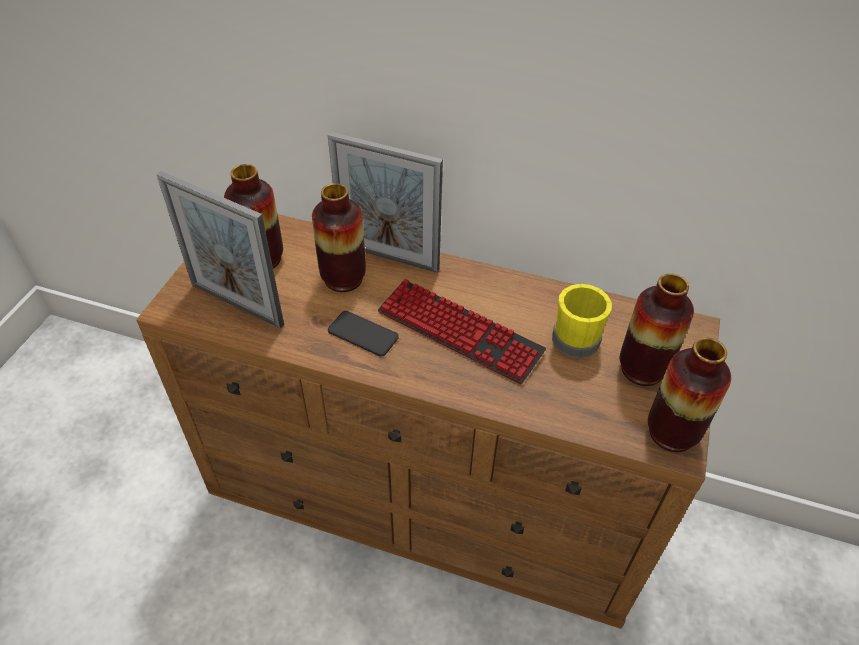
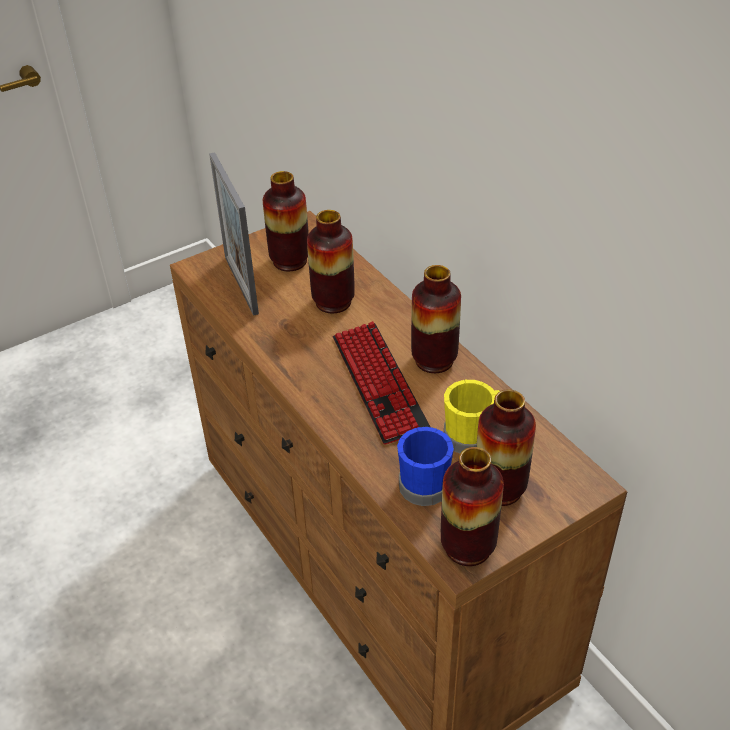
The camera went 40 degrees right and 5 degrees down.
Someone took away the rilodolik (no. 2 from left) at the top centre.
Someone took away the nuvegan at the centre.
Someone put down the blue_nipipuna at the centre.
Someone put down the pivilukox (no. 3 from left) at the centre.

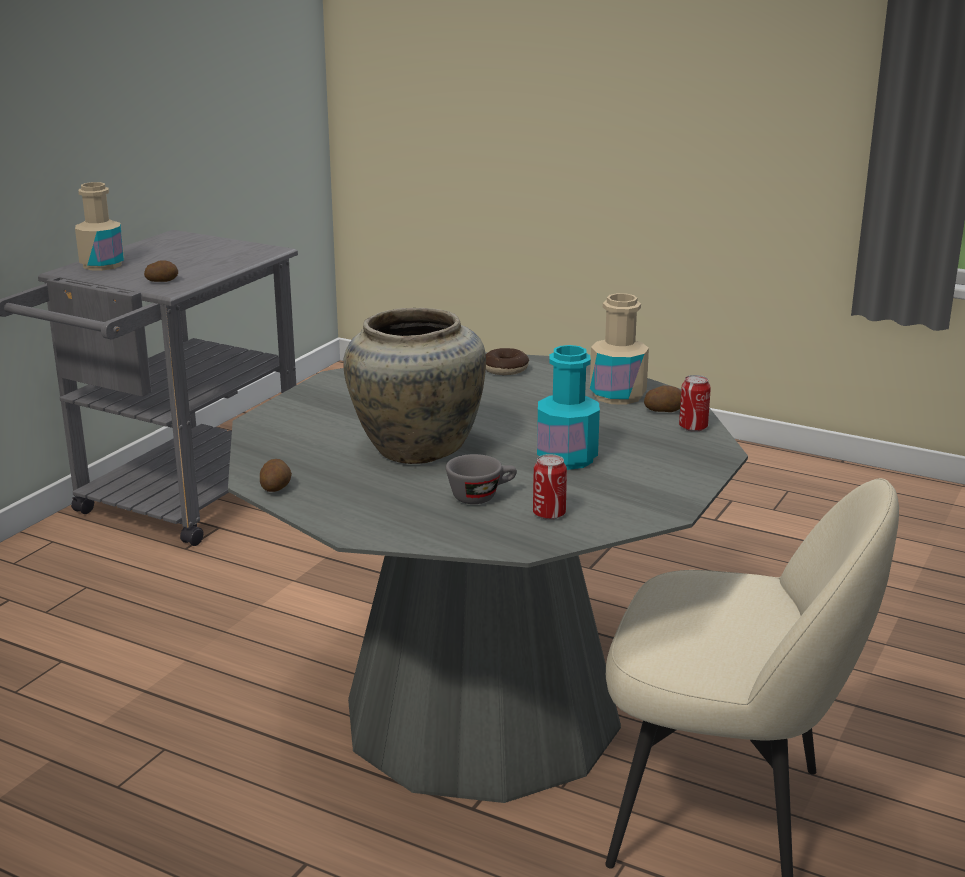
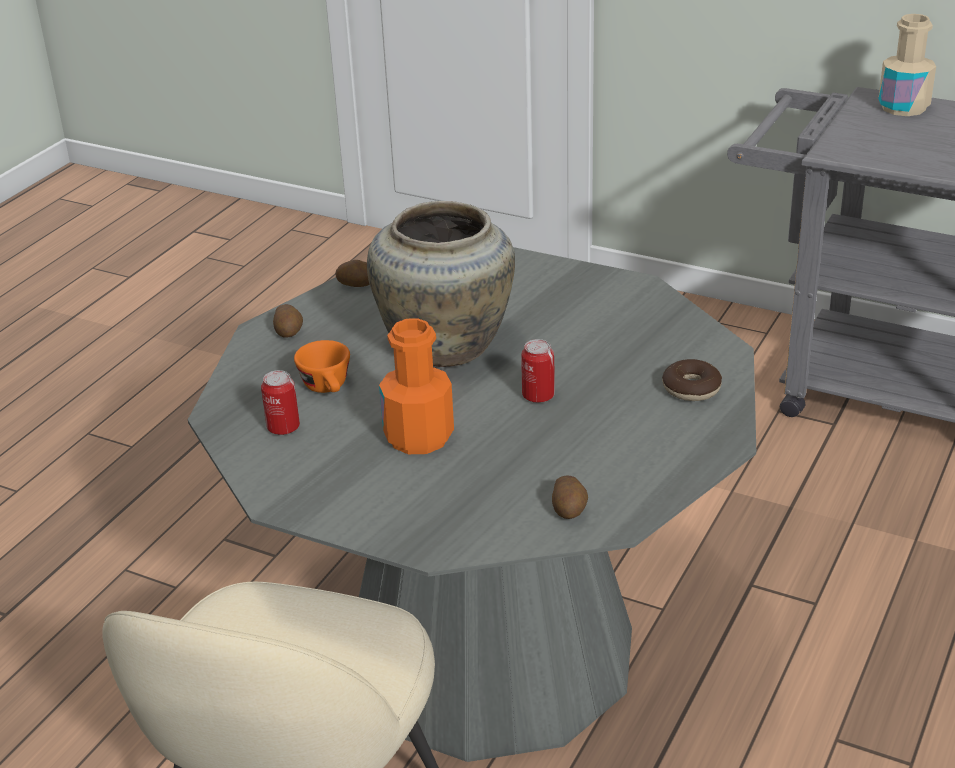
The camera went 90 degrees right and 10 degrees up.
Someone carried the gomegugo (no. 1 from left) from the top left to the middle left.
Someone repainted the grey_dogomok at the centre, which became the orange_dogomok at the centre.
Someone repainted the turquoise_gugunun at the centre, which became the orange_gugunun at the centre.
Someone took away the beige_gugunun (no. 2 from left) at the centre.
Someone carried the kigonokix (no. 2 from left) from the middle right to the centre.

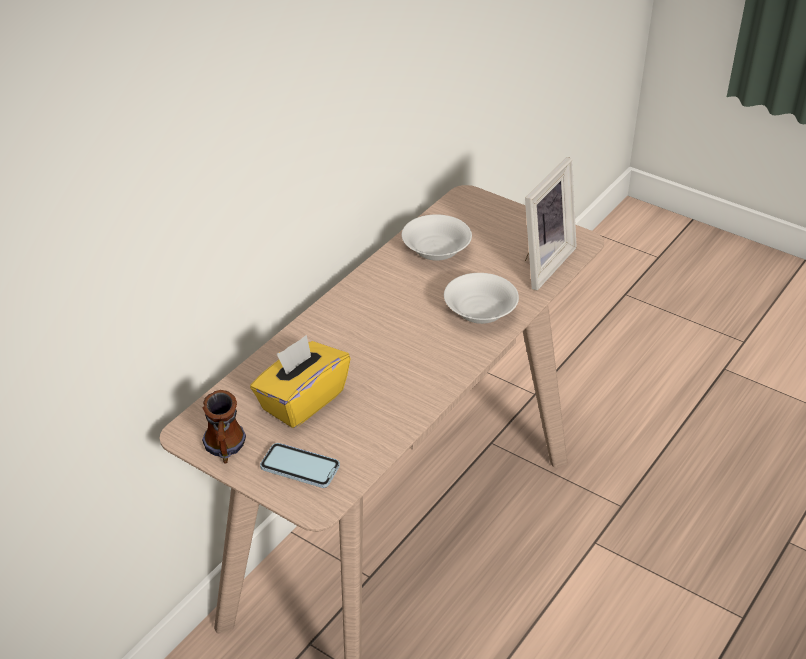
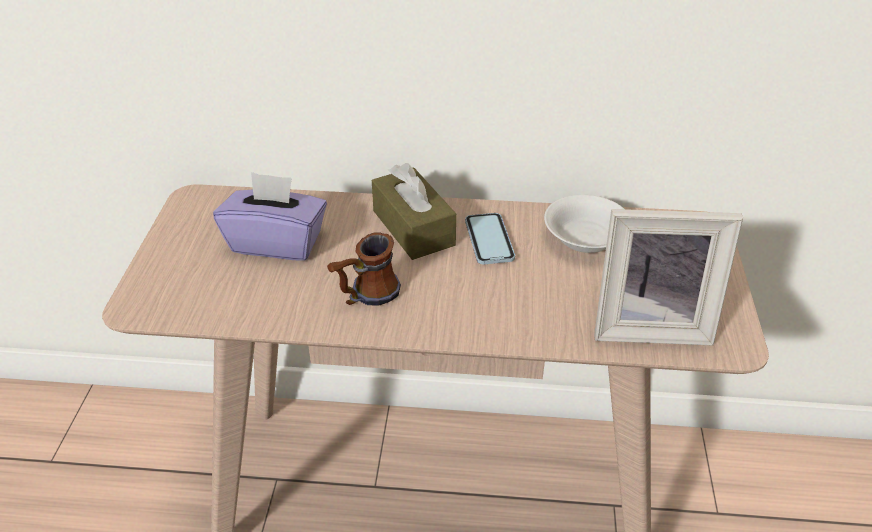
The camera went 60 degrees right and 0 degrees up.
Someone carried the nipipuna from the middle left to the centre.
Someone repainted the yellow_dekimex at the centre, which became the purple_dekimex at the middle left.
Someone carried the nuvegan from the bottom centre to the centre.
Someone took away the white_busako (no. 2 from left) at the centre.
Someone put down the brown_dekimex at the centre.

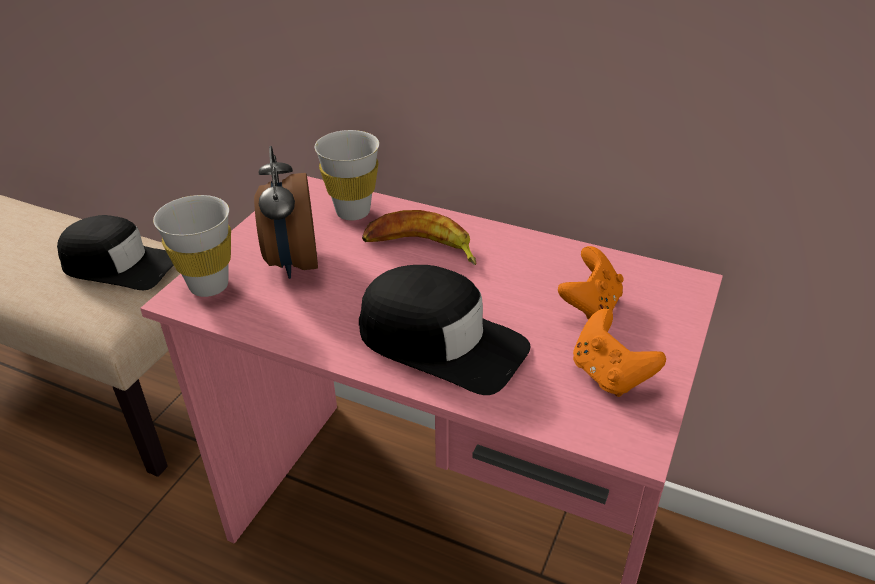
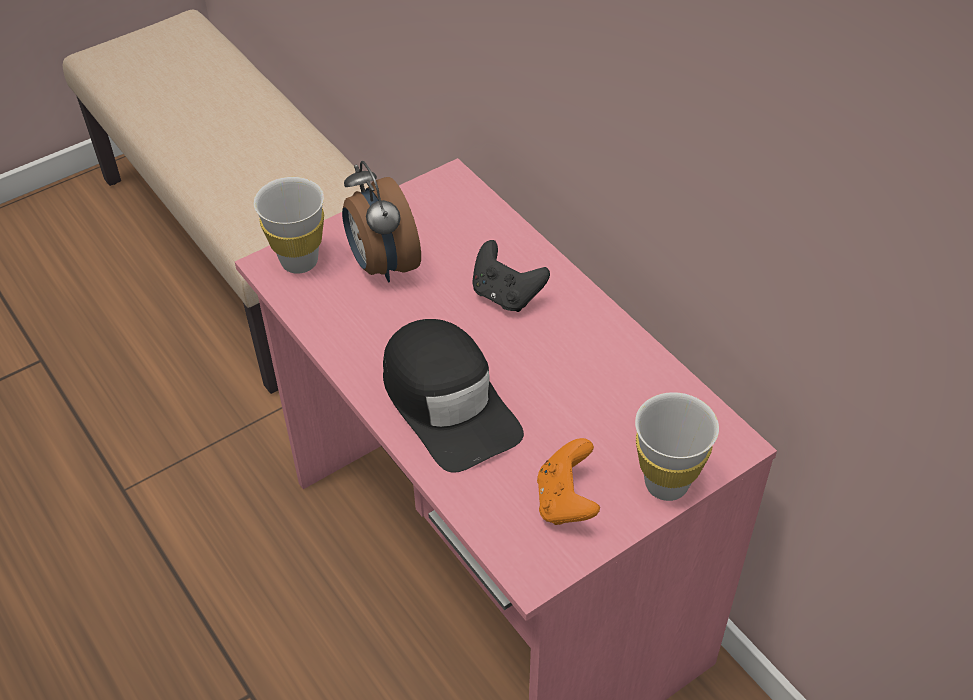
The camera went 30 degrees right and 10 degrees up.
Someone took away the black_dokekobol (no. 1 from left) at the middle left.
Someone rotated the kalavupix at the middle left by 45 degrees counterclockwise.
Someone carried the white_dogomok (no. 2 from left) from the top centre to the middle right.
Someone swapped the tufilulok at the centre for the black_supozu at the centre.
Someone took away the orange_supozu (no. 1 from left) at the middle right.

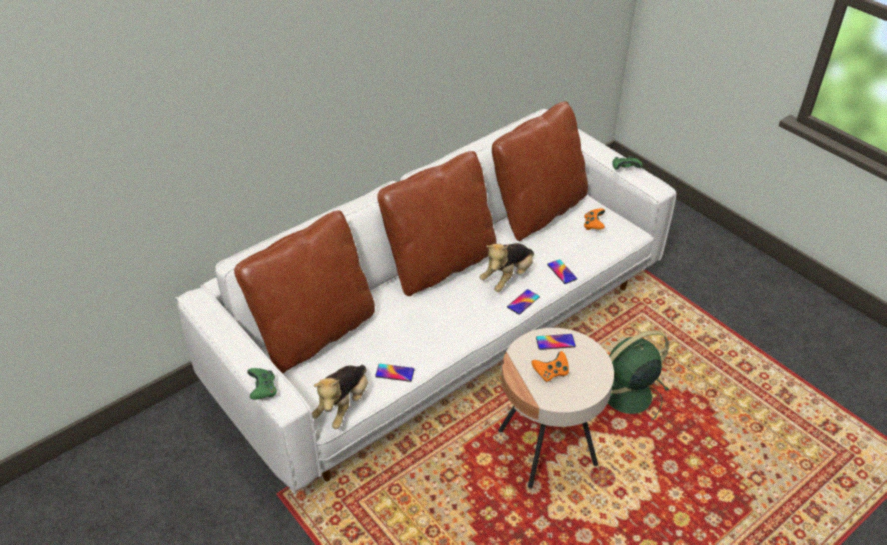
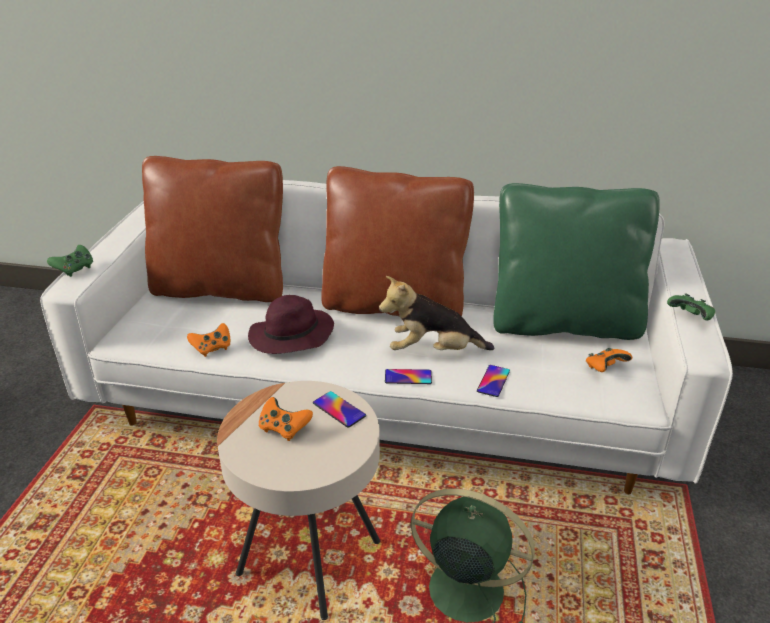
The camera went 50 degrees right and 10 degrees down.
Someone took away the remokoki (no. 1 from left) at the bottom centre.
Someone swapped the nuvegan (no. 1 from left) at the bottom centre for the orange_supozu (no. 1 from left) at the middle left.
Someone repainted the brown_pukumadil (no. 3 from left) at the top centre, which became the green_pukumadil at the middle right.
Someone put down the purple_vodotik at the centre.

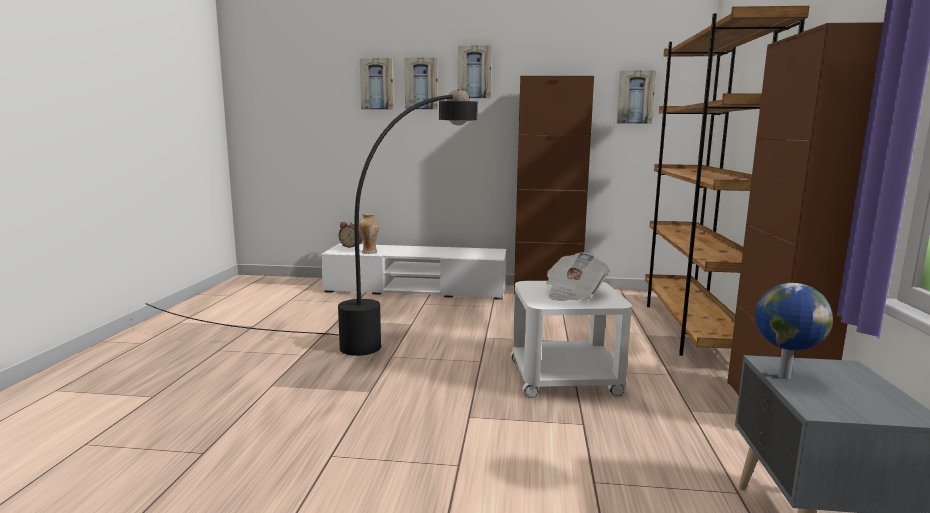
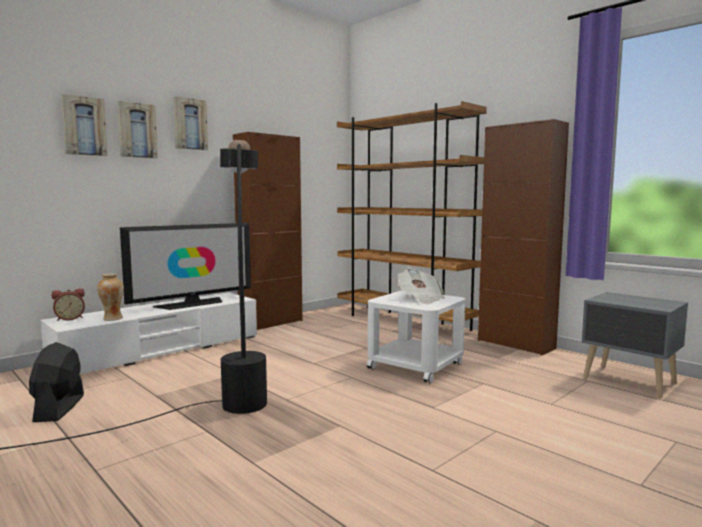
The camera went 50 degrees left and 5 degrees down.
Someone took away the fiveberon (no. 4 from left) at the top right.
Someone took away the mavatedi at the middle right.
Someone put down the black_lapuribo at the bottom left.
Someone put down the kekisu at the middle left.

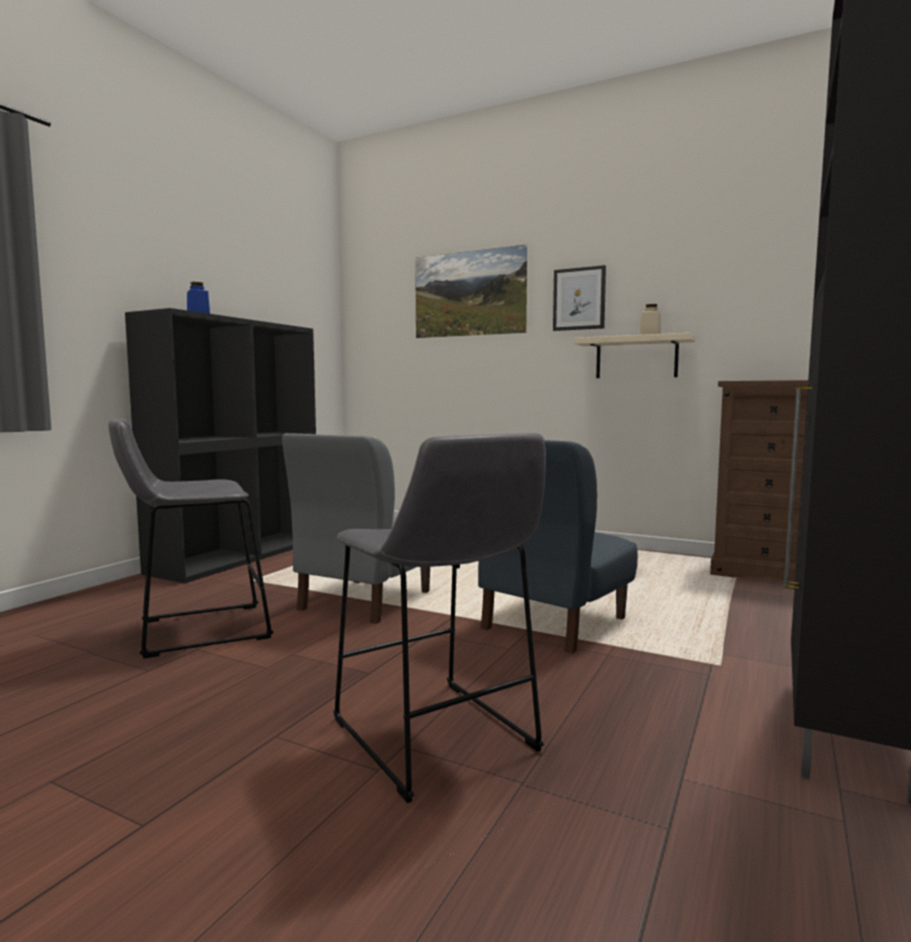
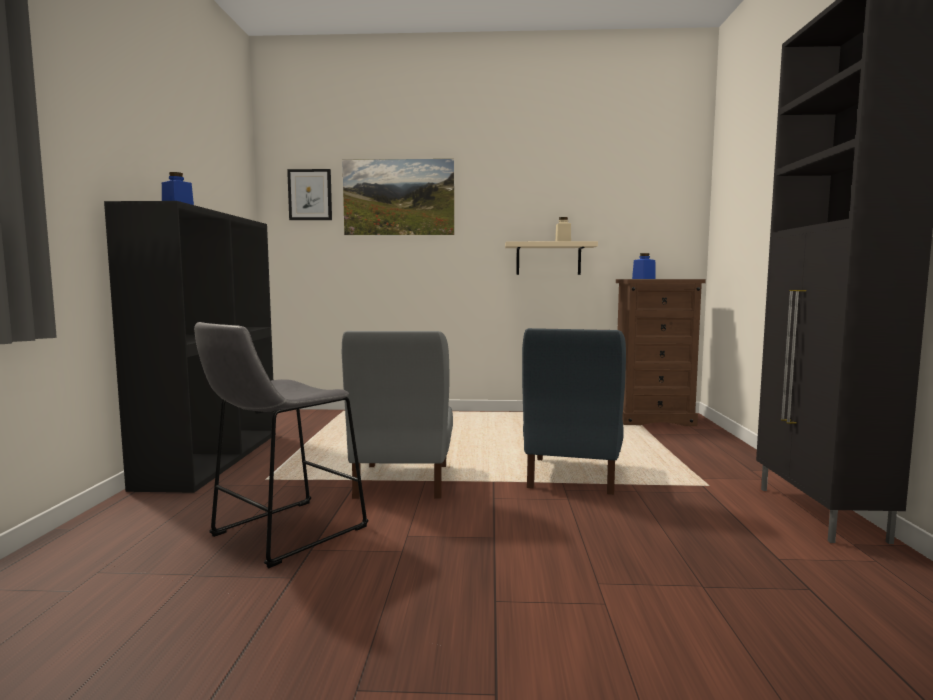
The camera went 25 degrees left and 0 degrees up.
Someone took away the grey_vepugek (no. 2 from left) at the centre.
Someone carried the fiveberon (no. 2 from left in the first image) from the top centre to the top left.
Someone put down the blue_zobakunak (no. 2 from left) at the middle right.

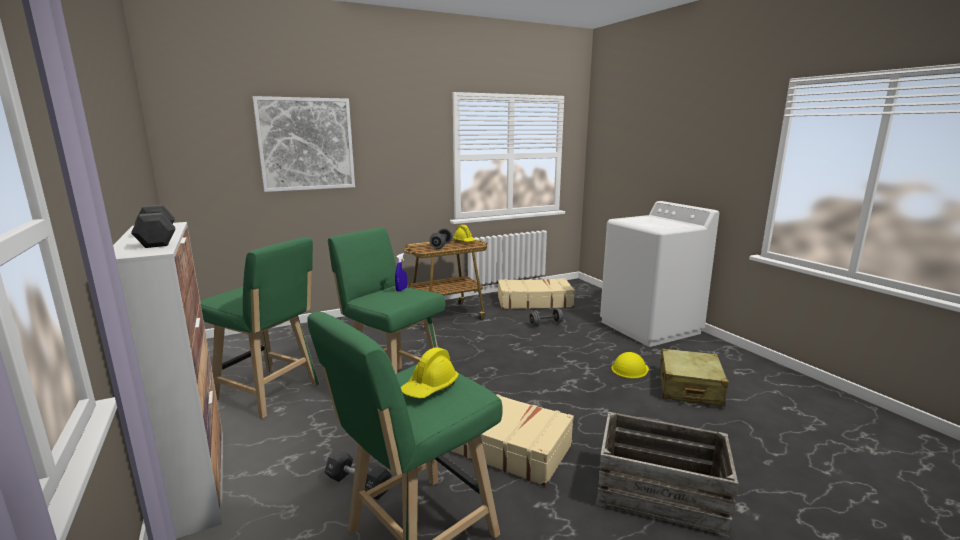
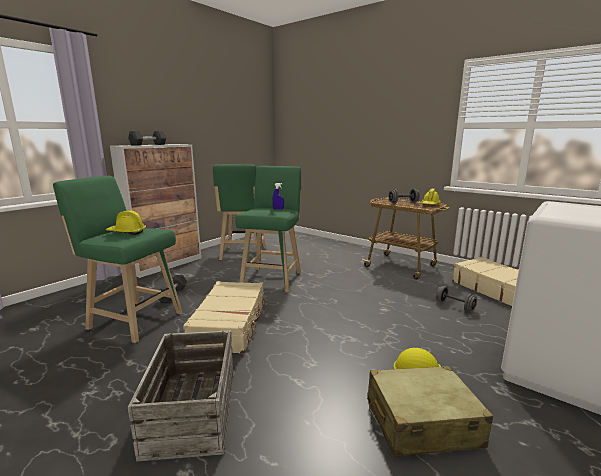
The camera went 65 degrees right and 0 degrees up.
Someone took away the fiveberon at the top left.

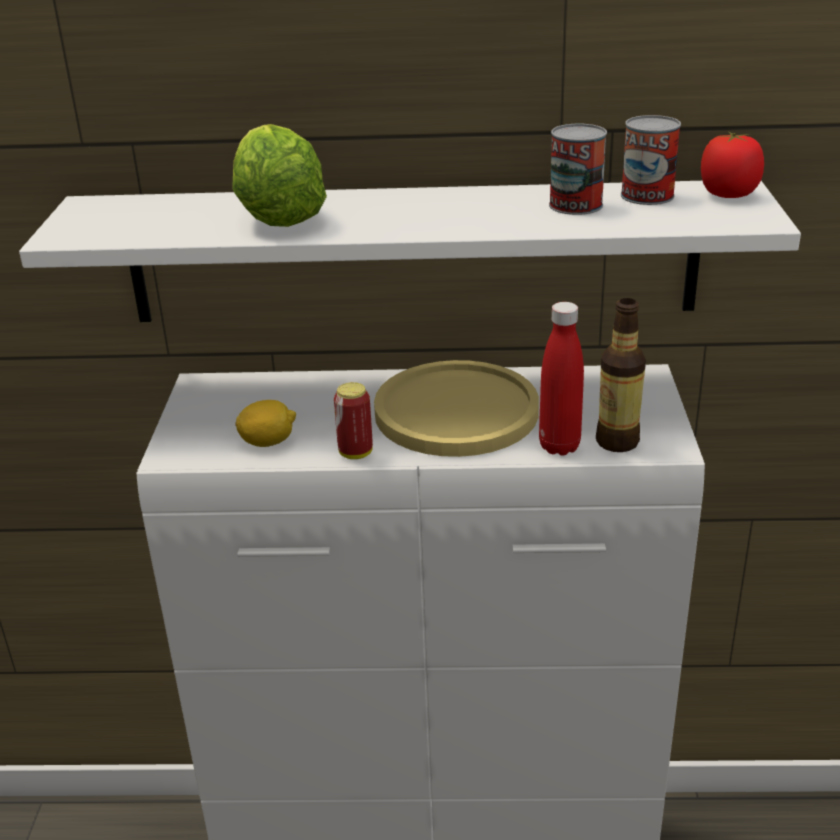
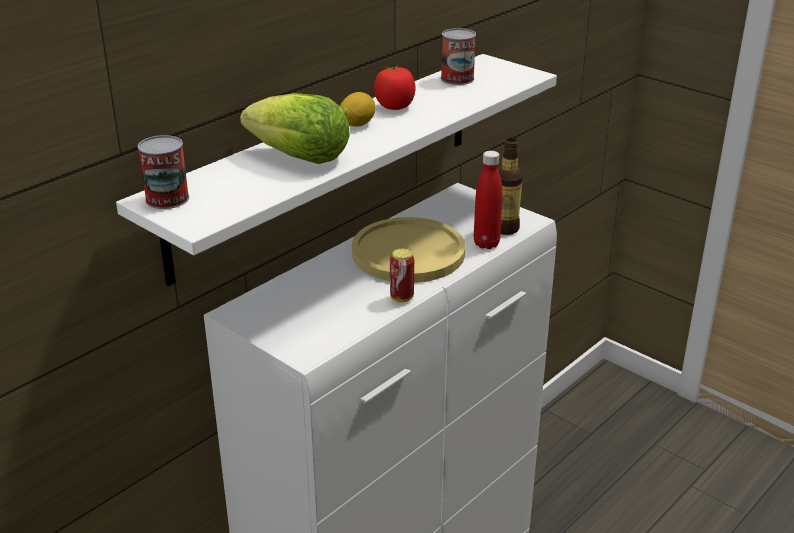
The camera went 50 degrees left and 0 degrees up.
Someone carried the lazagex from the middle left to the top centre.
Someone carried the kigonokix (no. 2 from left in the first image) from the top right to the top left.
Someone carried the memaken from the top right to the top centre.

